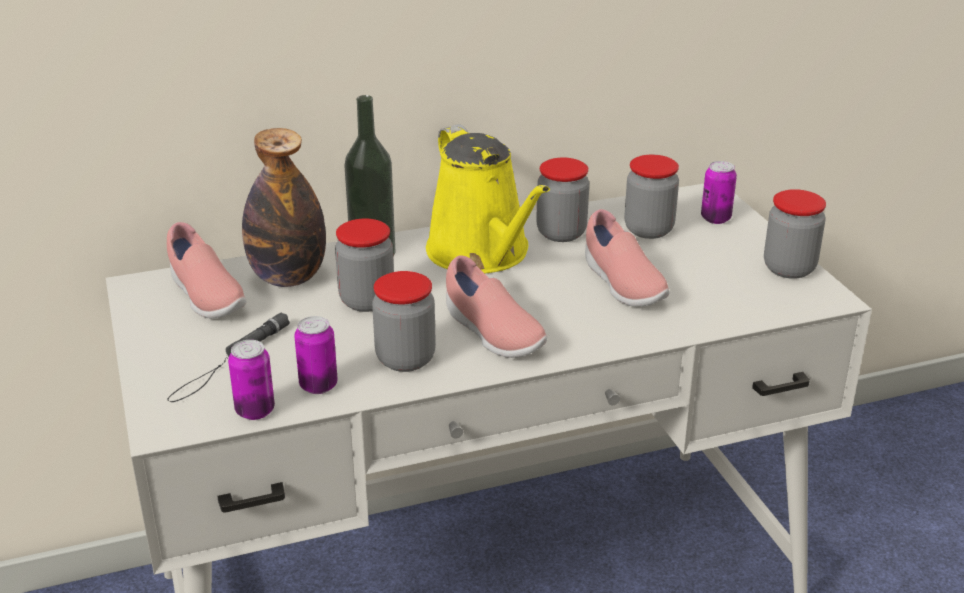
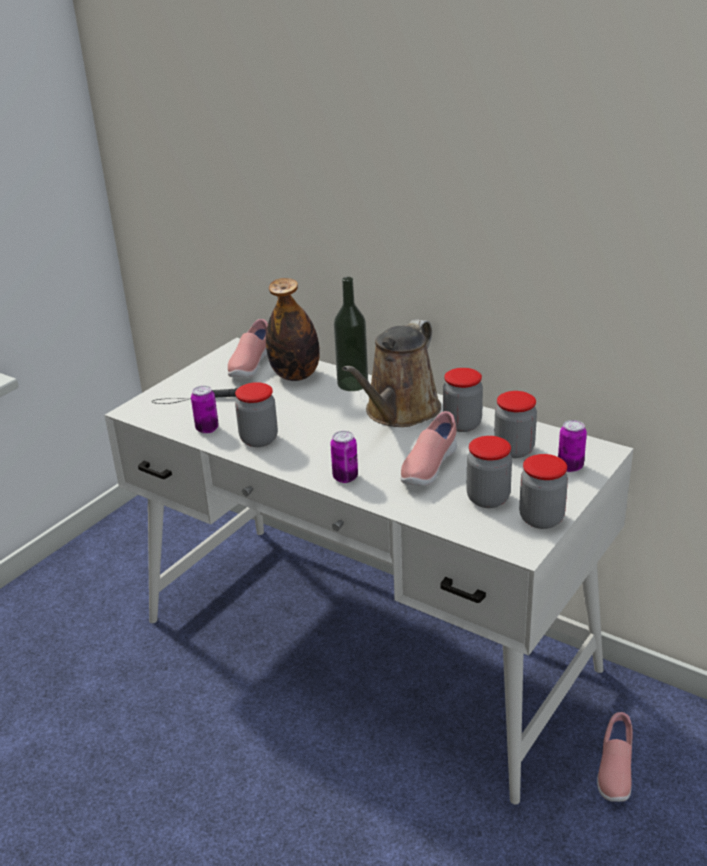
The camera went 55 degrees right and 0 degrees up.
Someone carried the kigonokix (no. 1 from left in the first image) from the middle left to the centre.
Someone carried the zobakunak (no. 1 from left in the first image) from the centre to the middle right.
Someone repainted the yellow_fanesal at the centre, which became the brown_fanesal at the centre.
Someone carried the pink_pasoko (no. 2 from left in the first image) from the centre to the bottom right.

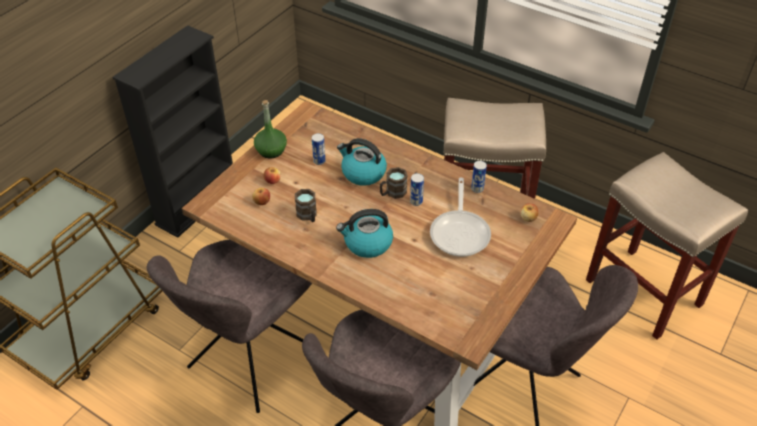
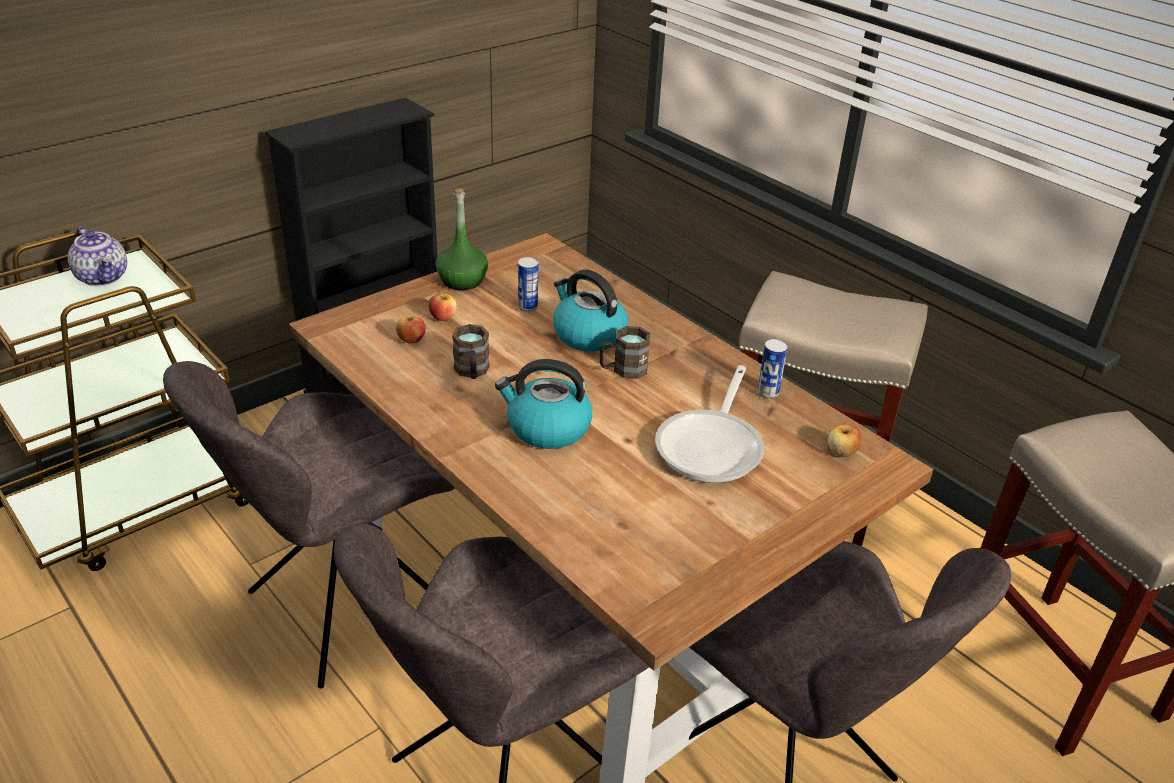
The camera went 15 degrees right and 10 degrees down.
Someone took away the kigonokix (no. 2 from left) at the centre.
Someone put down the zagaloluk at the top left.

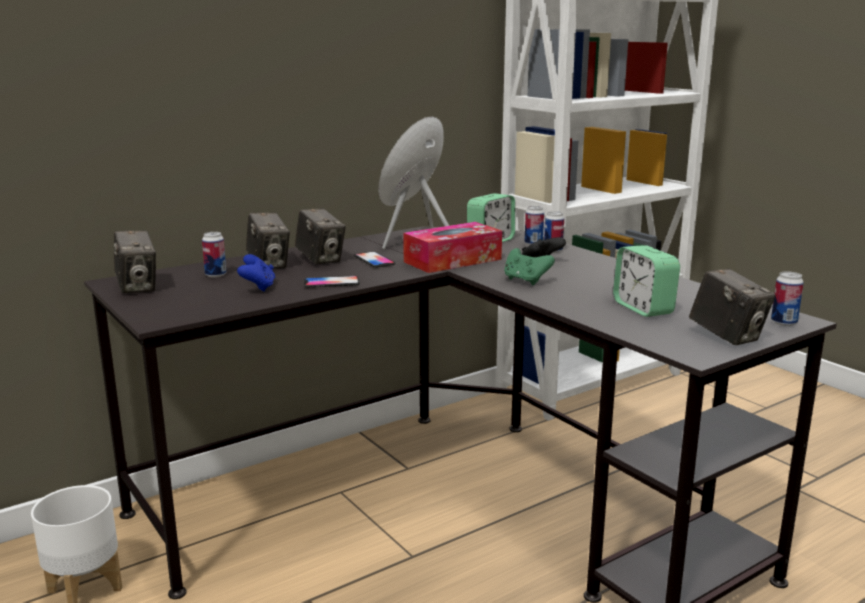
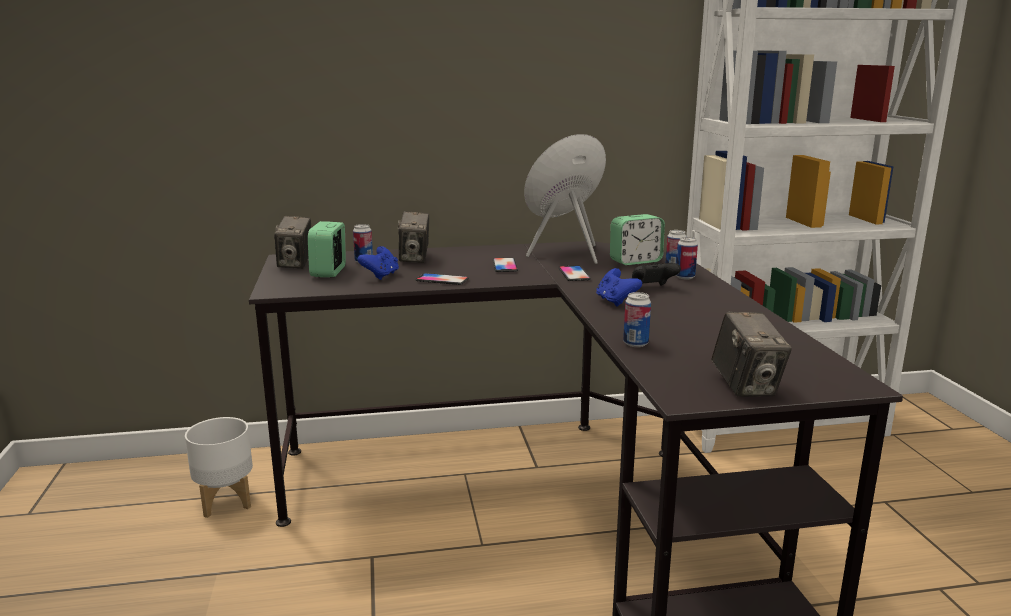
The camera went 25 degrees right and 0 degrees up.
Someone took away the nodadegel (no. 3 from left) at the centre.
Someone swapped the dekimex at the centre for the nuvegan (no. 3 from left) at the centre.
Someone repainted the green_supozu at the centre, which became the blue_supozu (no. 2 from left) at the centre.
Someone carried the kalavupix (no. 2 from left in the first image) from the middle right to the middle left.
Someone carried the kigonokix (no. 4 from left in the first image) from the middle right to the centre.

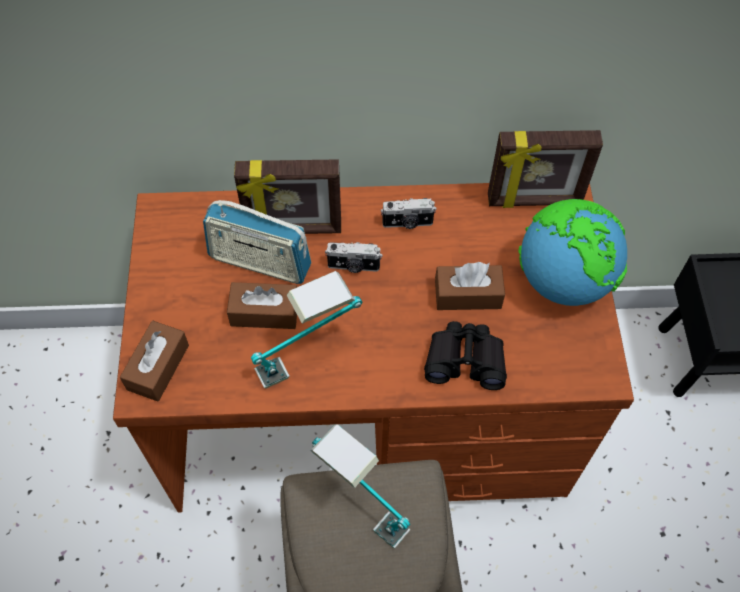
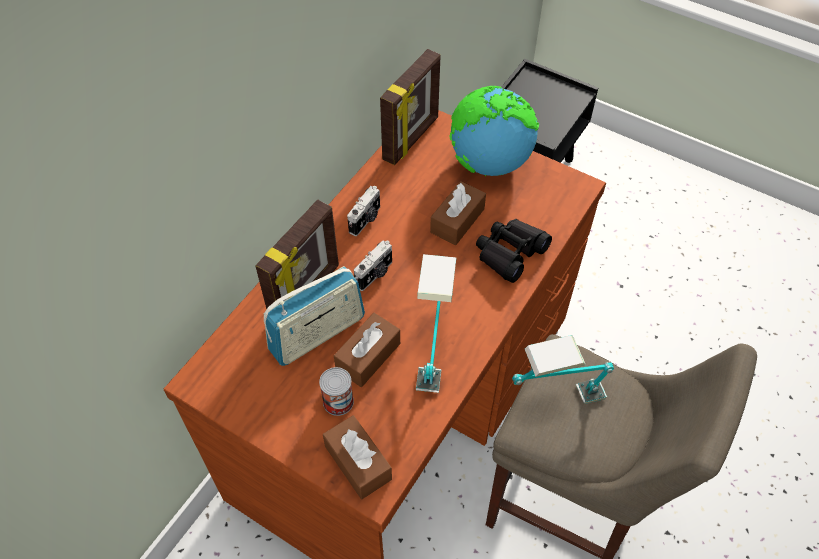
The camera went 55 degrees left and 5 degrees down.
Someone put down the kigonokix at the bottom centre.

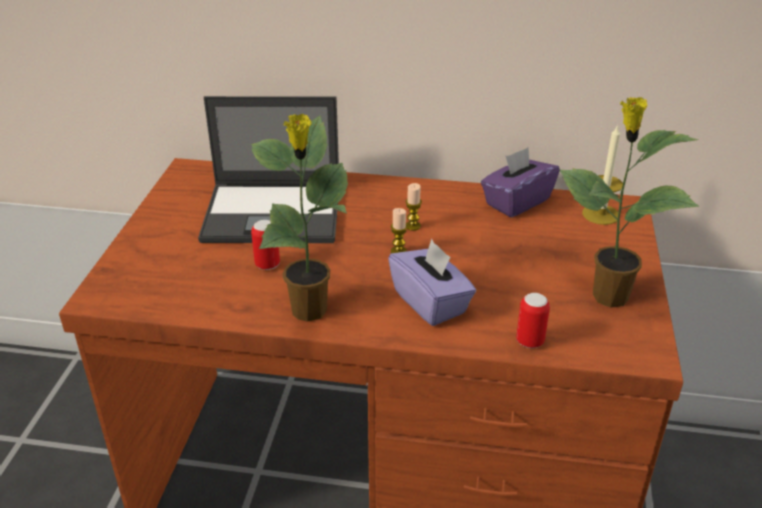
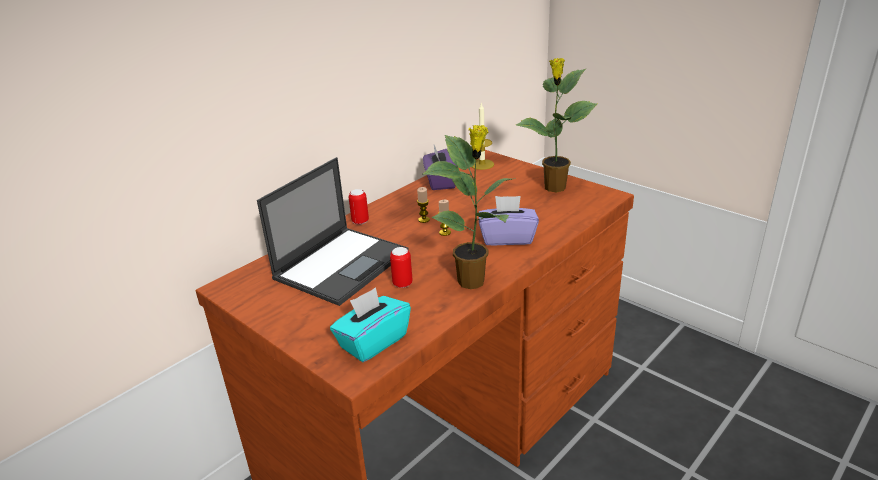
The camera went 55 degrees left and 5 degrees down.
Someone carried the kigonokix (no. 2 from left in the first image) from the middle right to the centre.
Someone put down the turquoise_dekimex at the bottom centre.

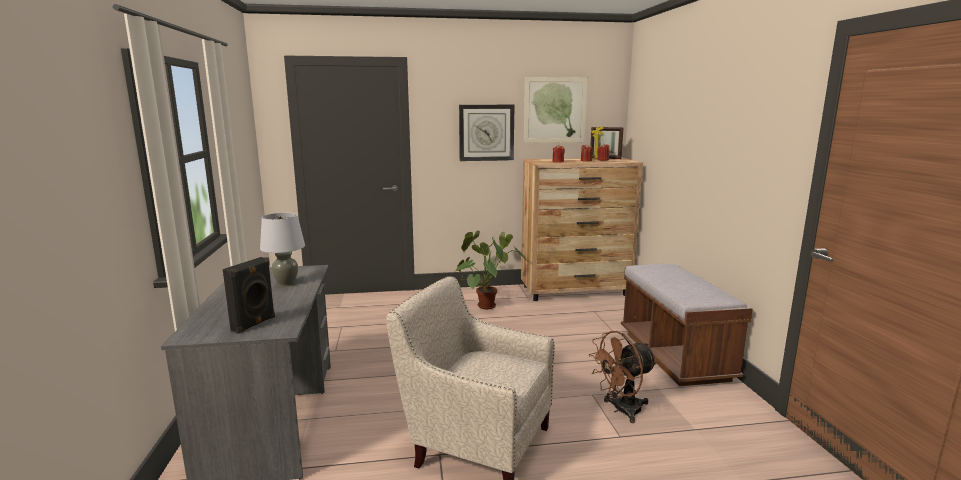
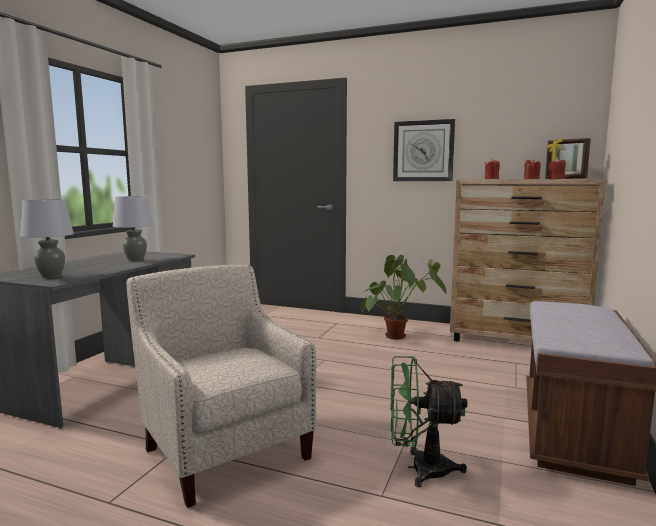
The camera went 30 degrees right and 5 degrees down.
Someone swapped the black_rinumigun at the middle left for the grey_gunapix (no. 1 from left) at the middle left.
Someone took away the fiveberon at the top centre.
Someone repainted the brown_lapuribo at the bottom centre, which became the green_lapuribo at the bottom centre.

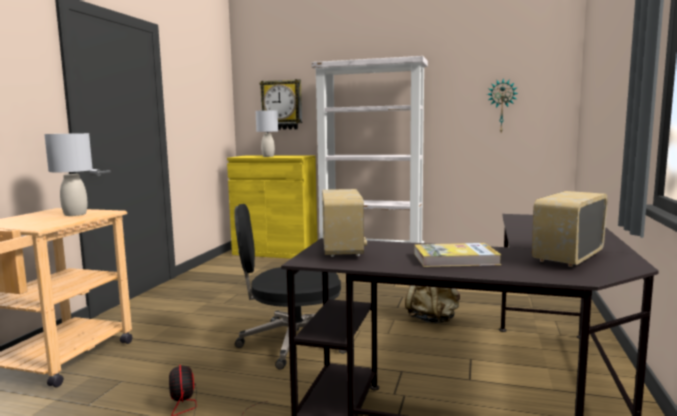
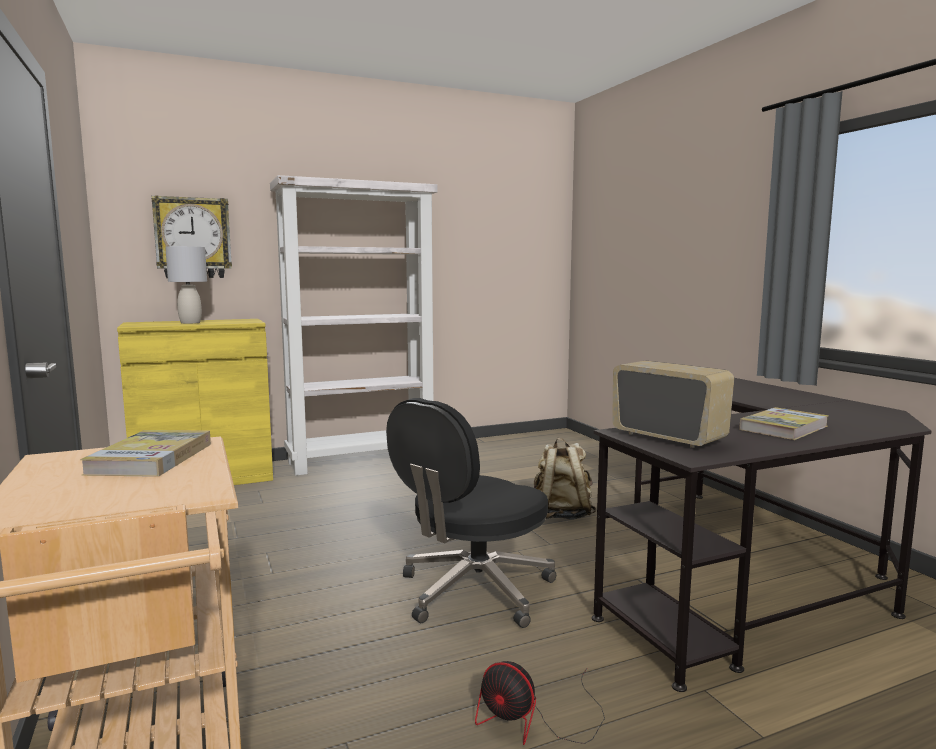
The camera went 40 degrees left and 0 degrees up.
Someone swapped the grey_gunapix (no. 1 from left) at the middle left for the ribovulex (no. 1 from left) at the middle left.
Someone took away the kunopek (no. 2 from left) at the top right.
Someone took away the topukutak (no. 2 from left) at the middle right.

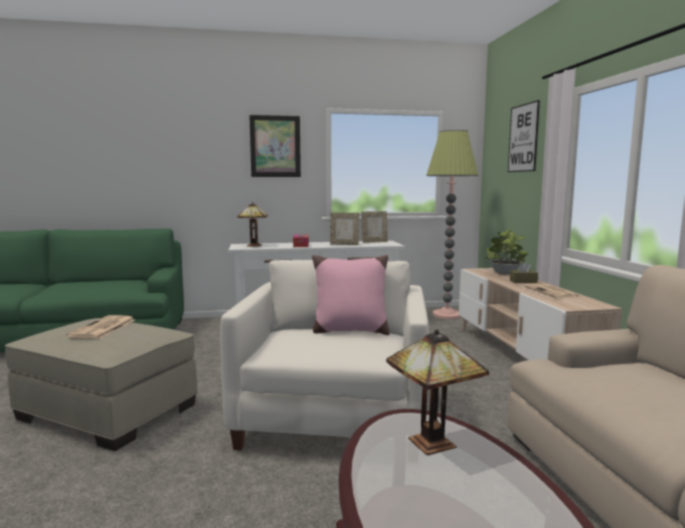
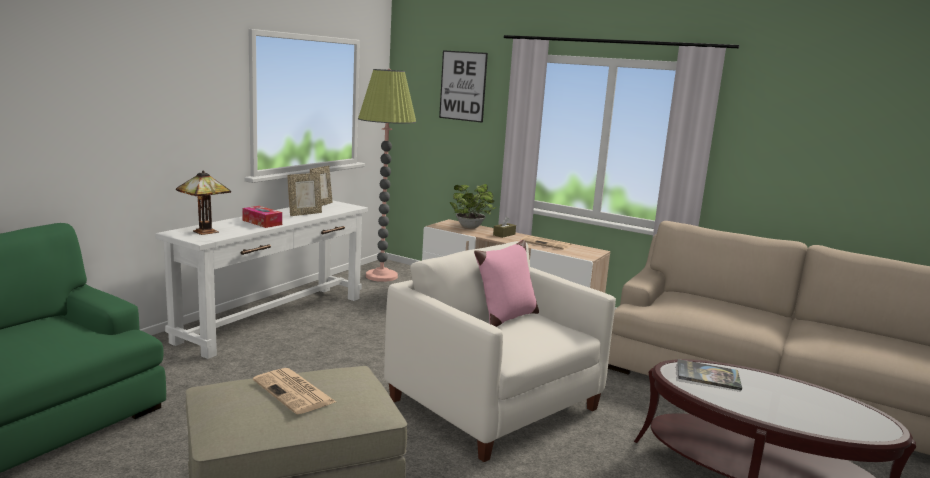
The camera went 50 degrees left and 5 degrees up.
Someone took away the fiveberon (no. 1 from left) at the top centre.
Someone swapped the gunapix (no. 2 from left) at the bottom centre for the ribovulex at the bottom right.

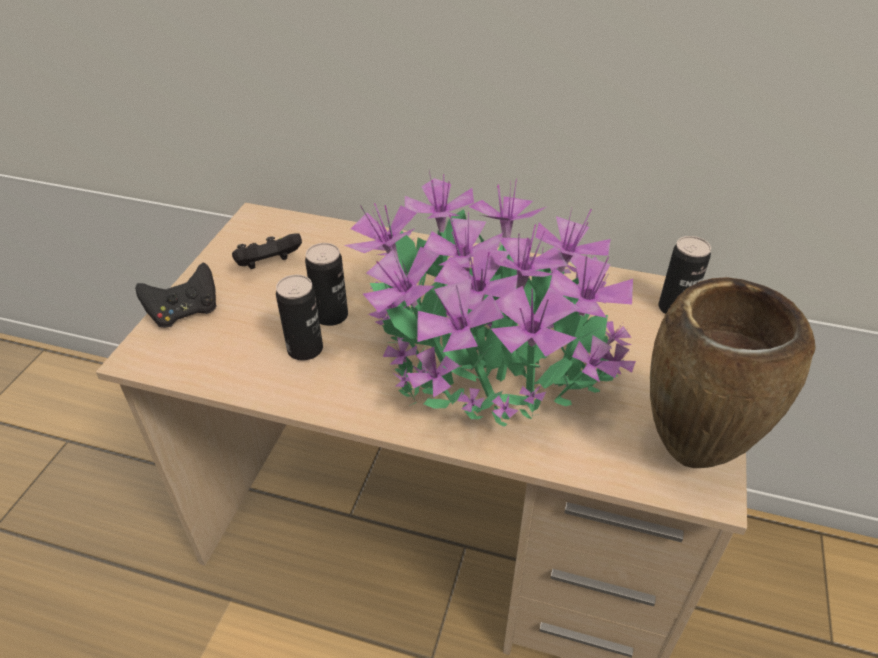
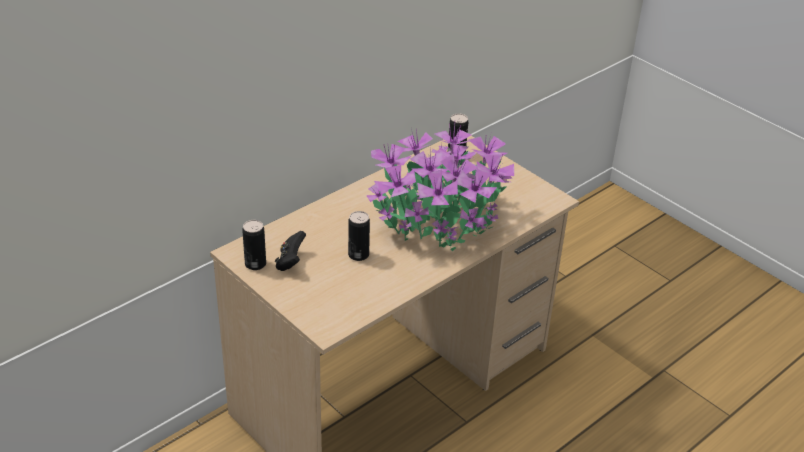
The camera went 60 degrees left and 5 degrees down.
Someone took away the black_supozu (no. 1 from left) at the middle left.
Someone carried the kigonokix (no. 1 from left) from the centre to the middle left.
Someone took away the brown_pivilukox at the middle right.

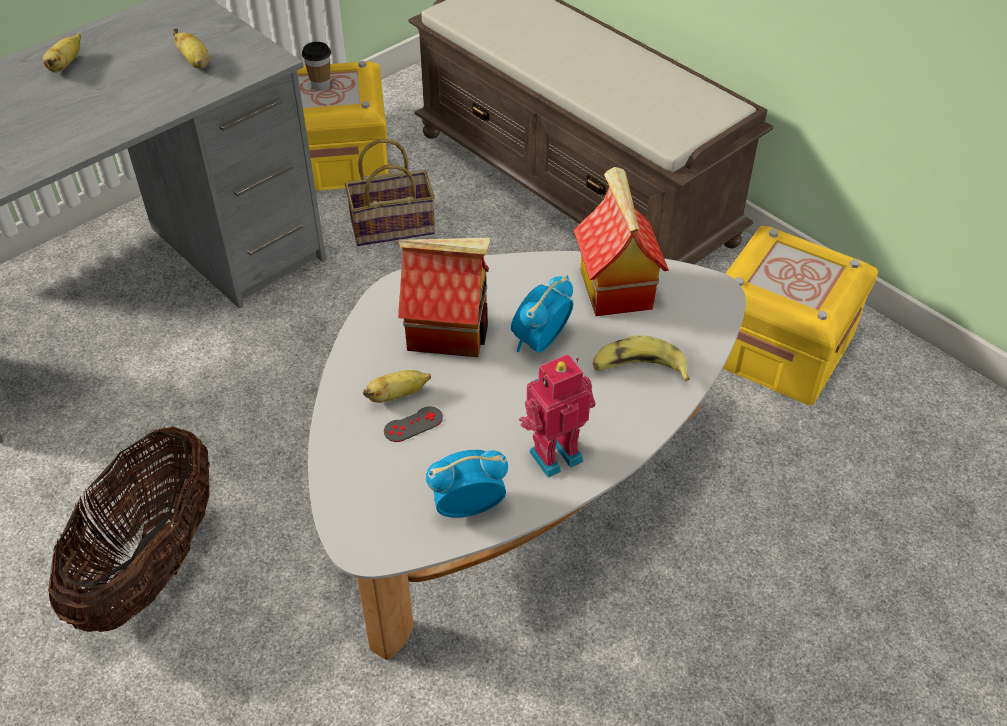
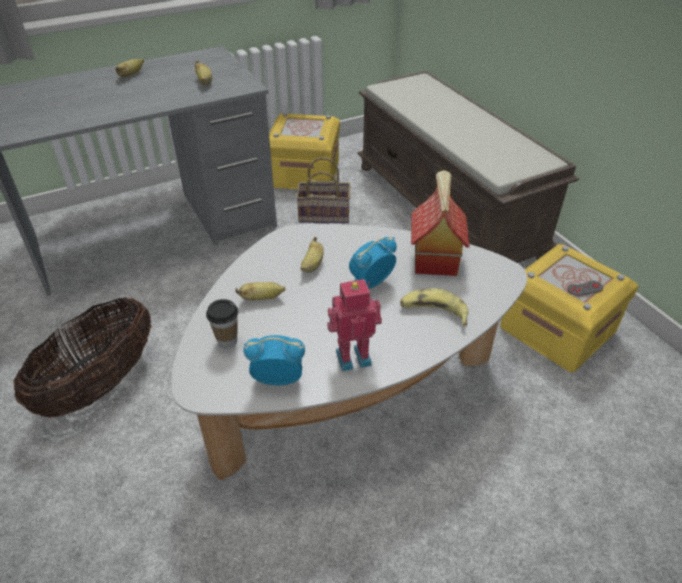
The camera went 15 degrees right and 5 degrees down.
Someone carried the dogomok from the top left to the middle left.
Someone carried the grey_supozu from the centre to the middle right.
Someone swapped the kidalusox (no. 1 from left) at the centre for the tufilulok (no. 4 from left) at the centre.

